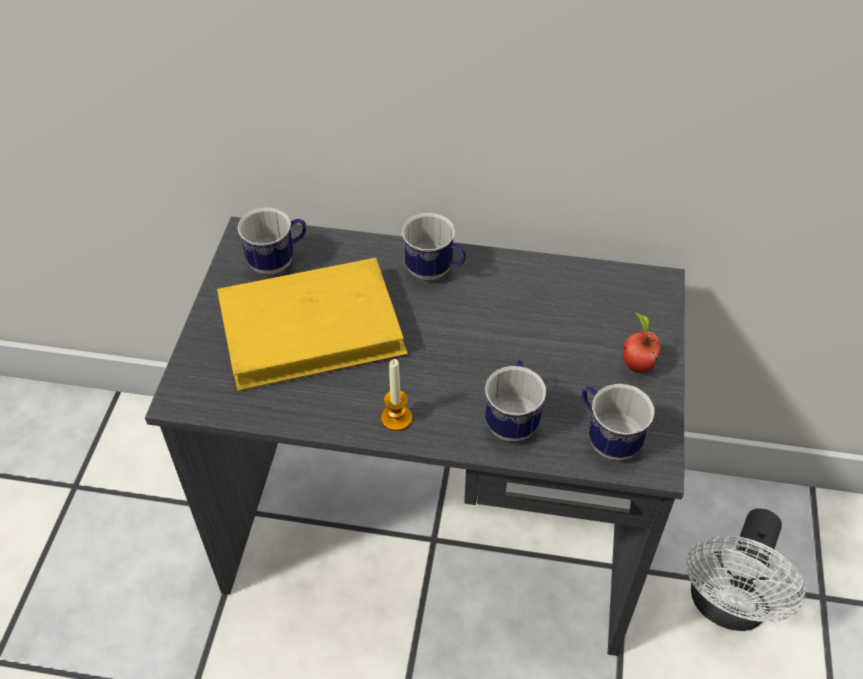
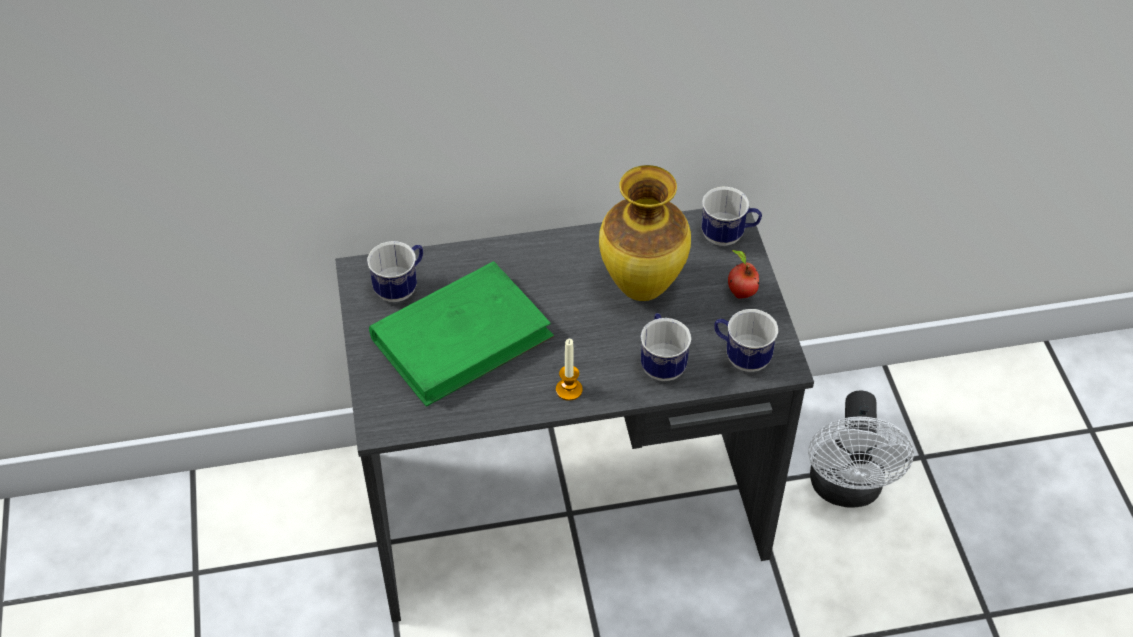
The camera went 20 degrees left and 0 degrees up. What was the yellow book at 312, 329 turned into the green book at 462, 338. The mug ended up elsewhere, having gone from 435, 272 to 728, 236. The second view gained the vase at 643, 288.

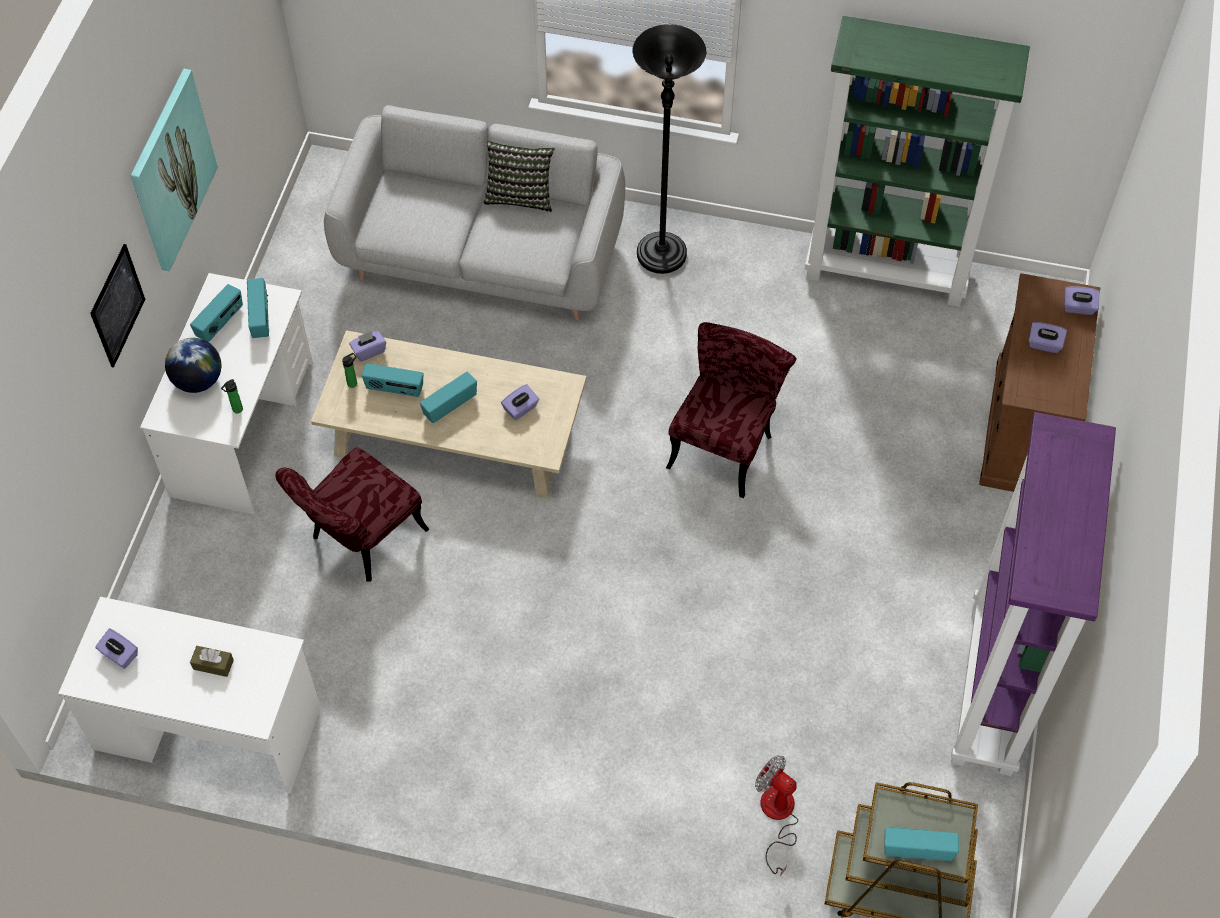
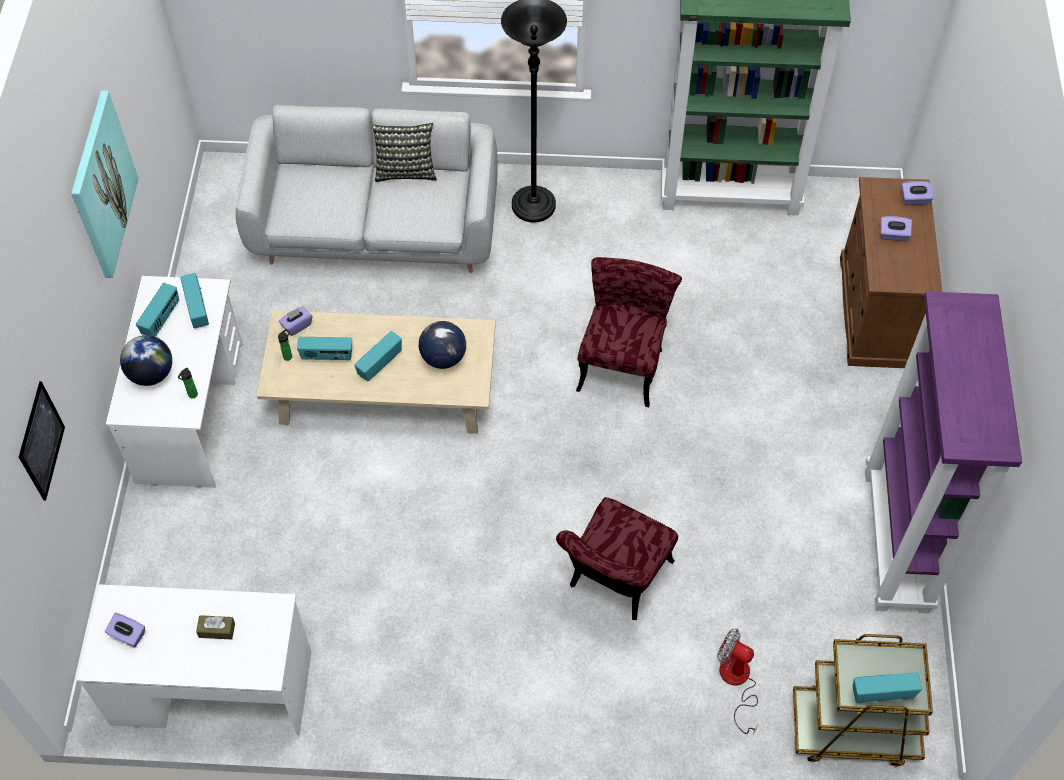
The camera went 10 degrees left and 0 degrees up. The picture ended up elsewhere, having gone from 117, 306 to 41, 441. The red chair ended up elsewhere, having gone from 360, 541 to 615, 582. Where the purple tissue box stood at 521, 409, the globe came to stand at 443, 357.

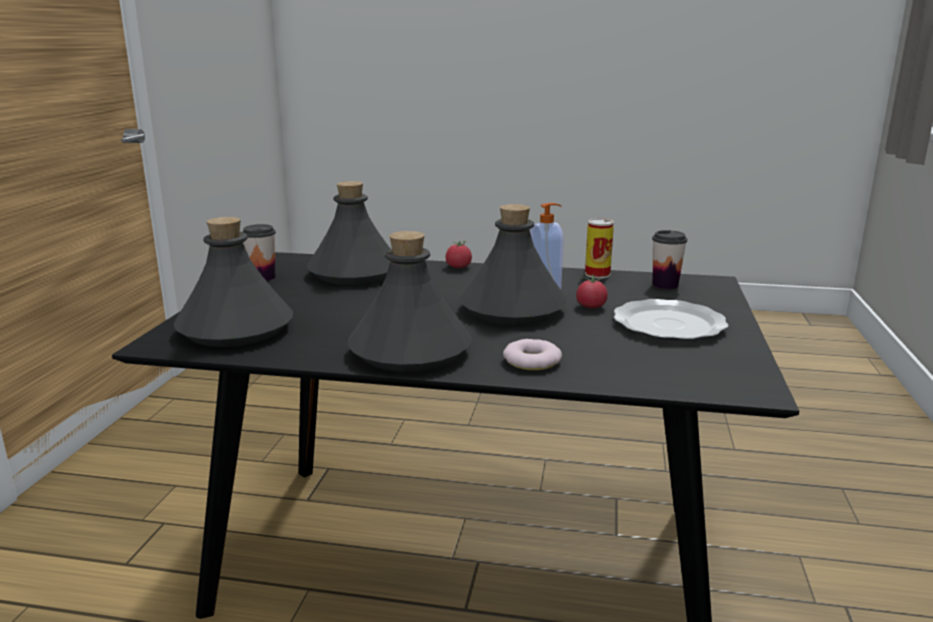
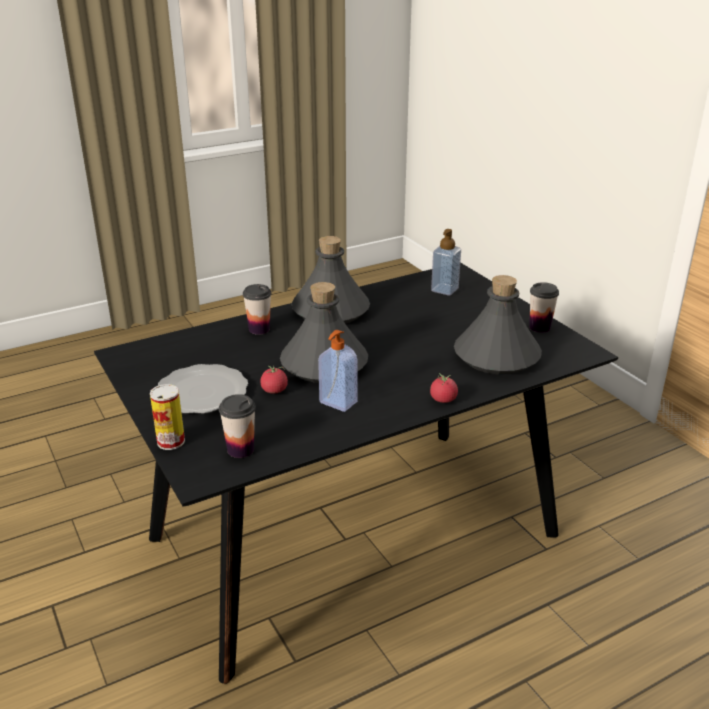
The camera went 140 degrees right and 10 degrees up. Where the grey bottle stood at 235, 329, the soap dispenser came to stand at 444, 290. Where the donut stood at 531, 361, the cup came to stand at 259, 329. The can ended up elsewhere, having gone from 597, 274 to 171, 441.

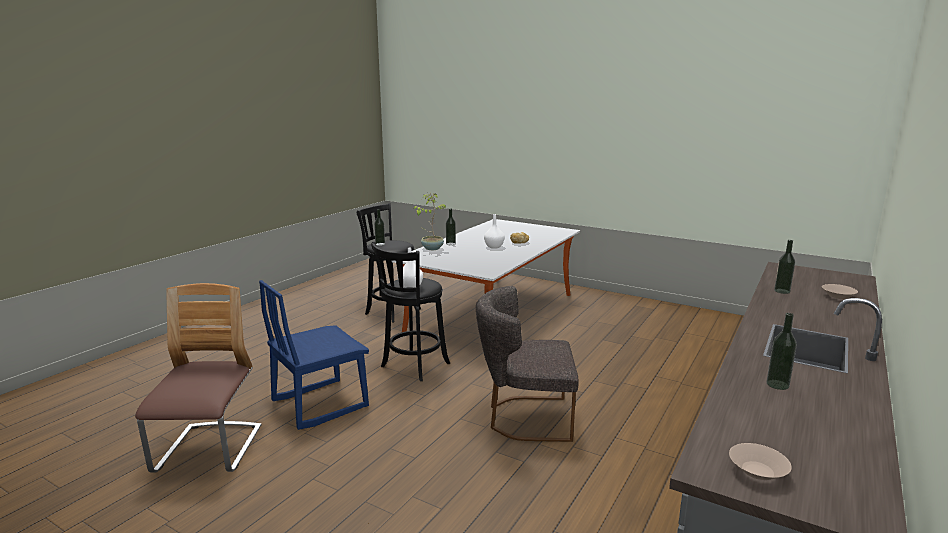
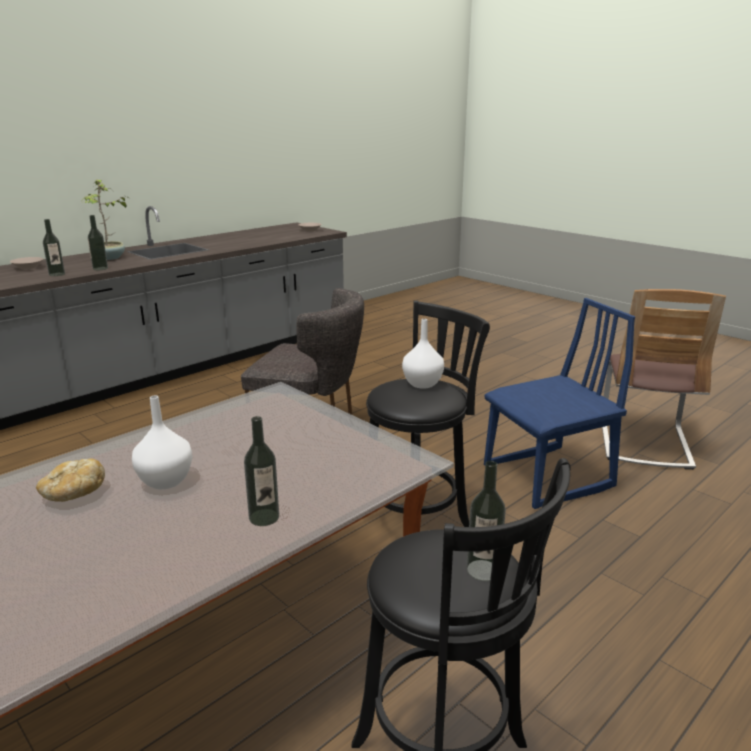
The camera went 165 degrees left and 5 degrees up. The potted plant ended up elsewhere, having gone from 432, 248 to 110, 258. The bottle ended up elsewhere, having gone from 777, 384 to 100, 268.

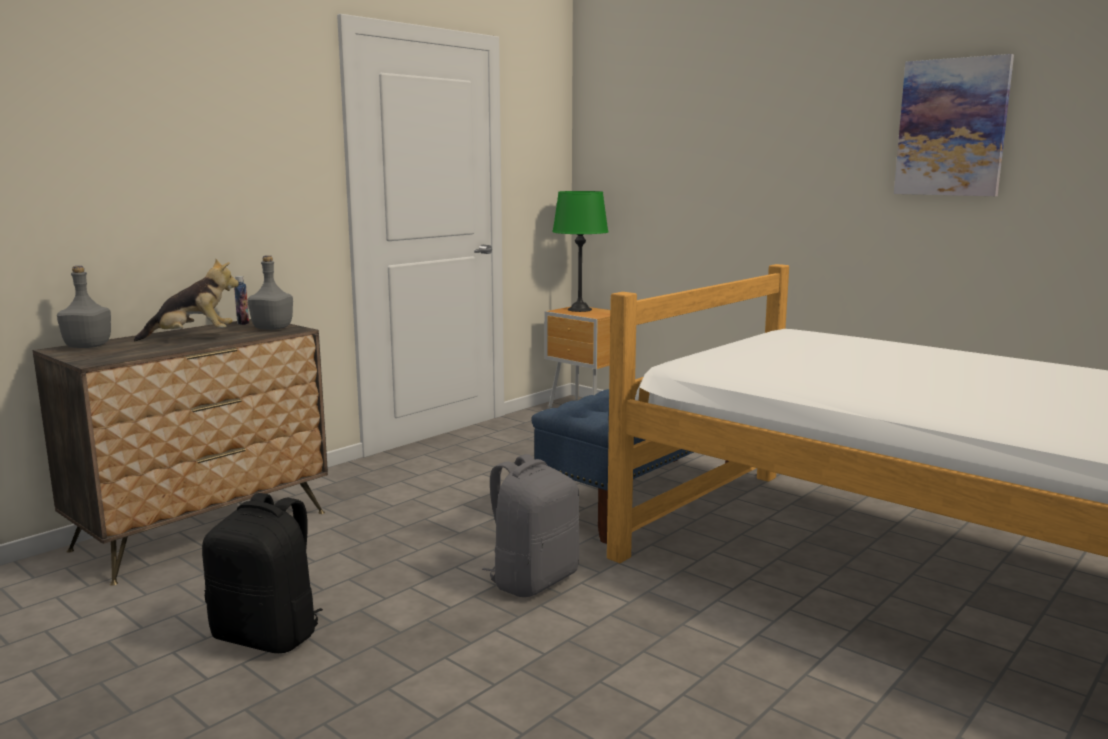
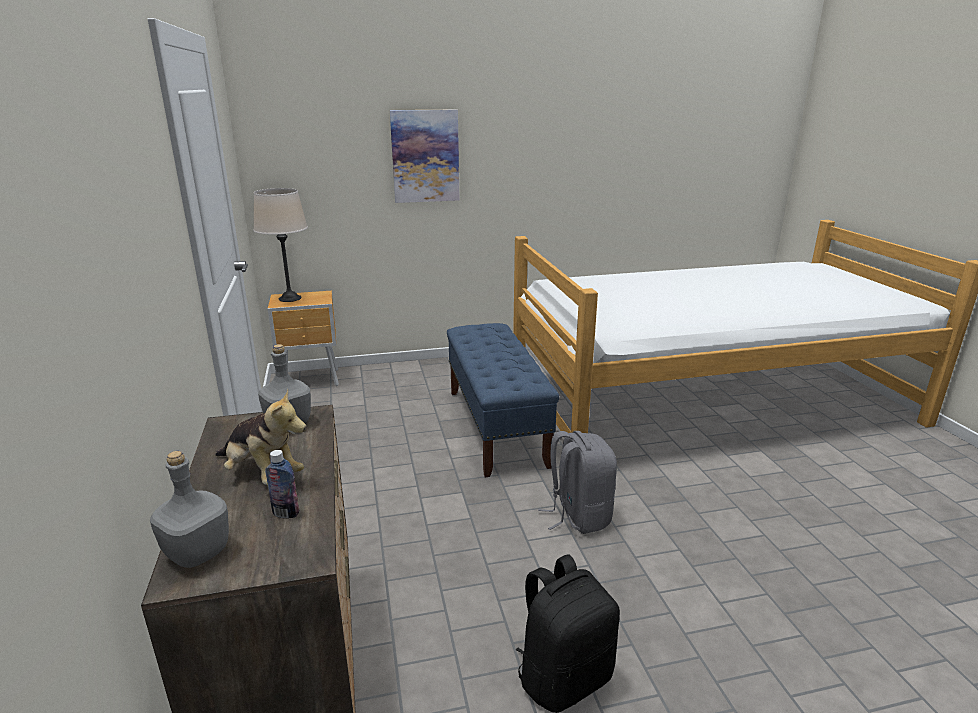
The camera went 55 degrees left and 10 degrees up. The plush toy at 192, 337 ended up facing another way, 105 degrees clockwise from before. The bottle ended up elsewhere, having gone from 243, 323 to 286, 513. What was the green table lamp at 580, 309 turned into the beige table lamp at 290, 298. The picture ended up elsewhere, having gone from 952, 127 to 425, 156.

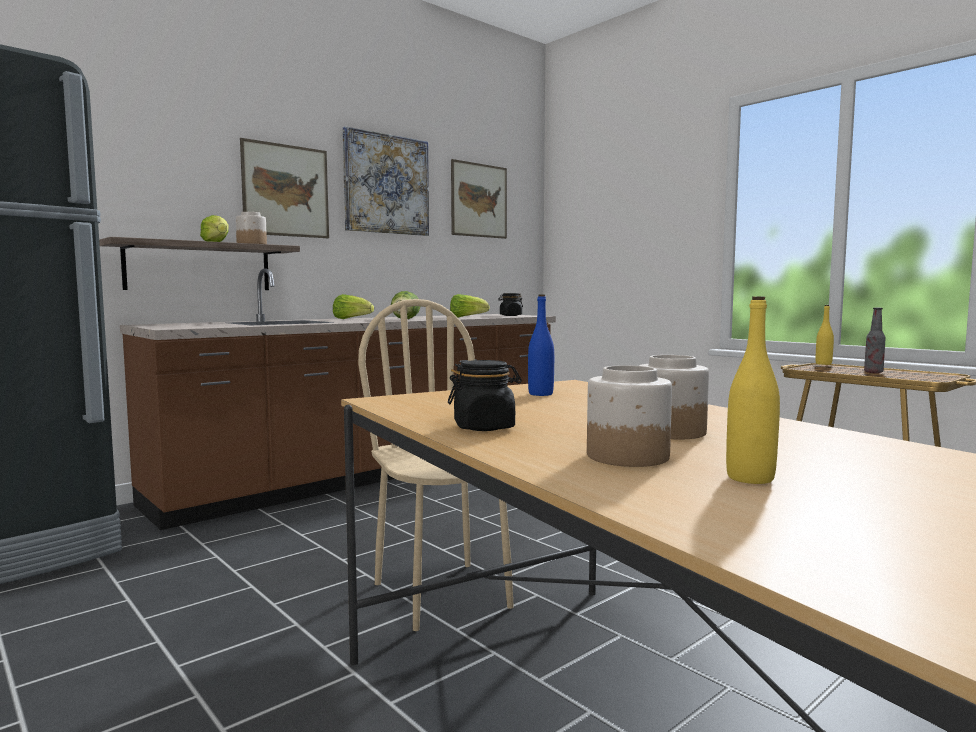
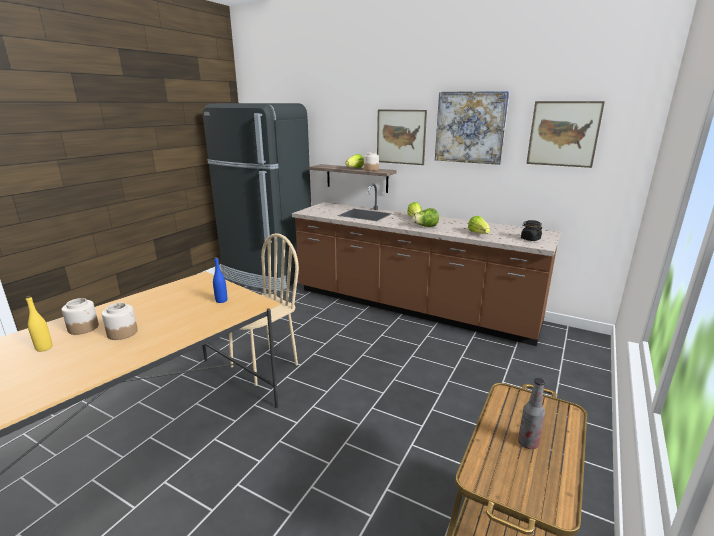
The camera went 70 degrees right and 15 degrees up. The second view lost the black jar at 484, 427. The second view lost the yellow bottle at 823, 364.

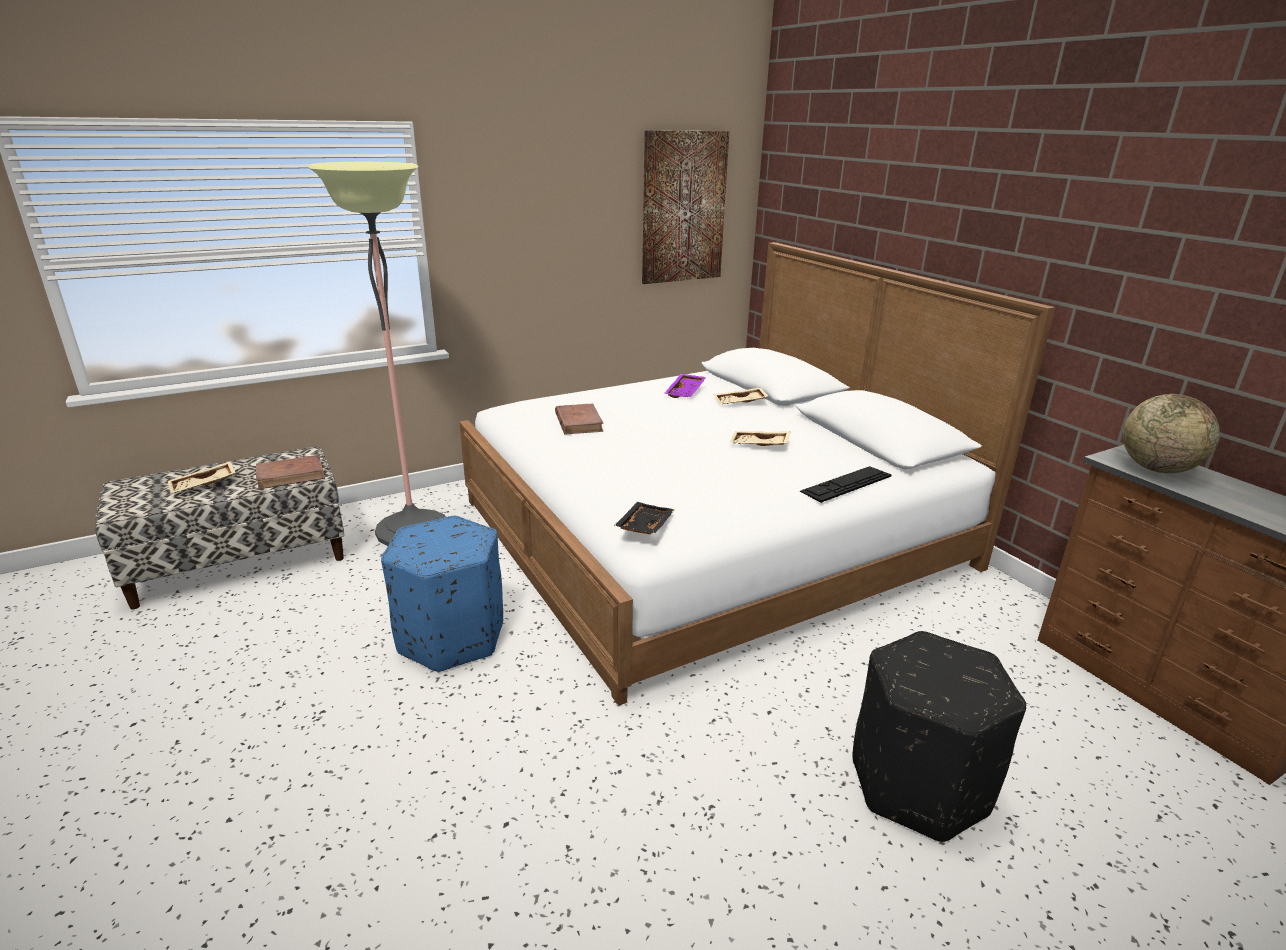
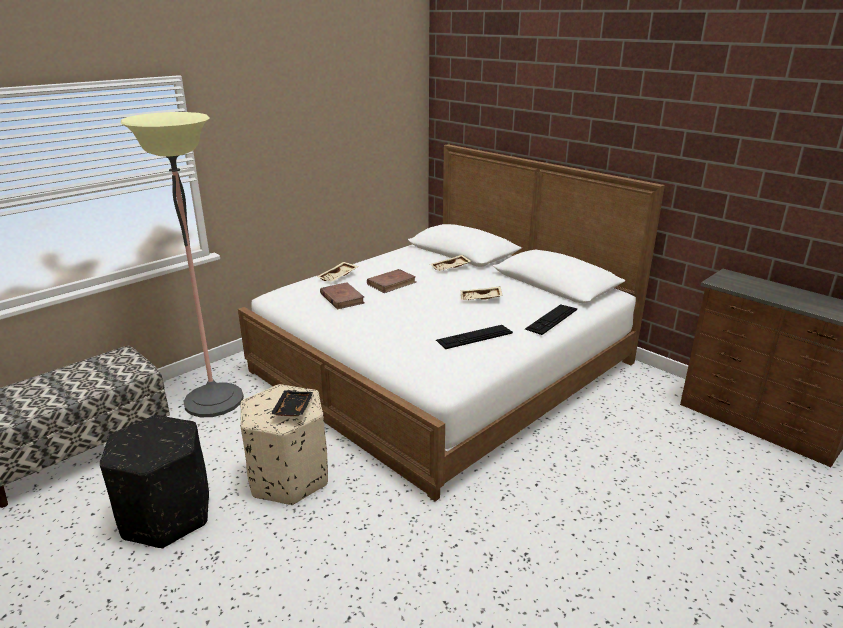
The camera went 15 degrees left and 0 degrees up. The beige tray ended up elsewhere, having gone from 204, 485 to 338, 277. The brown book ended up elsewhere, having gone from 291, 475 to 391, 283. What was the blue ottoman at 452, 638 turned into the beige ottoman at 289, 478. The black tray ended up elsewhere, having gone from 643, 526 to 292, 409. The second view lost the picture at 683, 208. The second view lost the purple tray at 686, 392. The black ottoman ended up elsewhere, having gone from 918, 785 to 167, 516. The second view lost the globe at 1157, 469. The second view gained the keyboard at 474, 336.

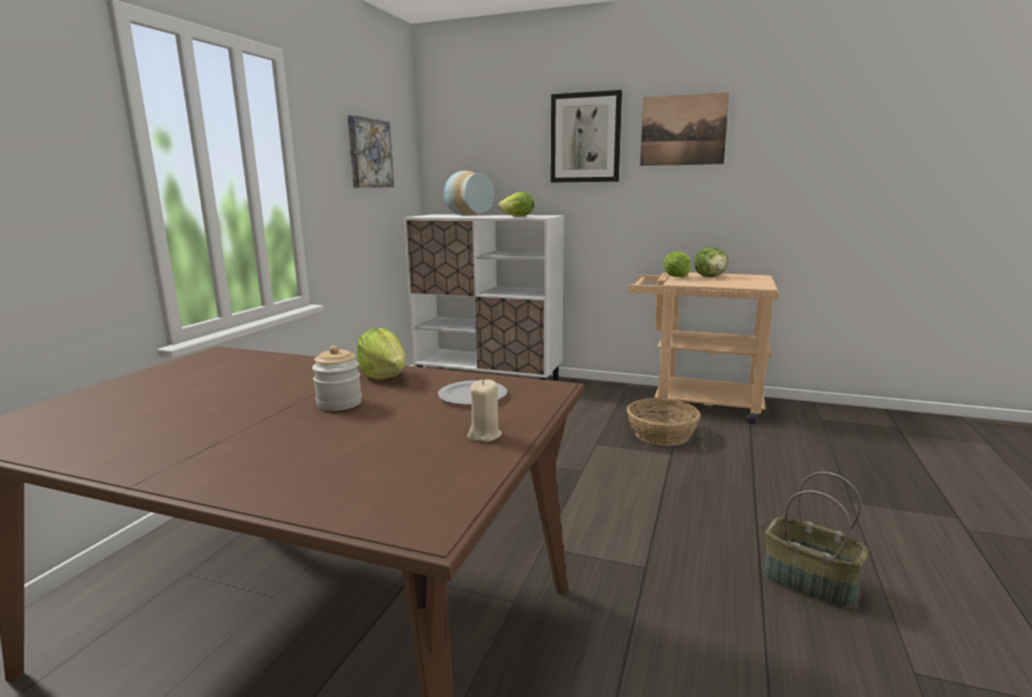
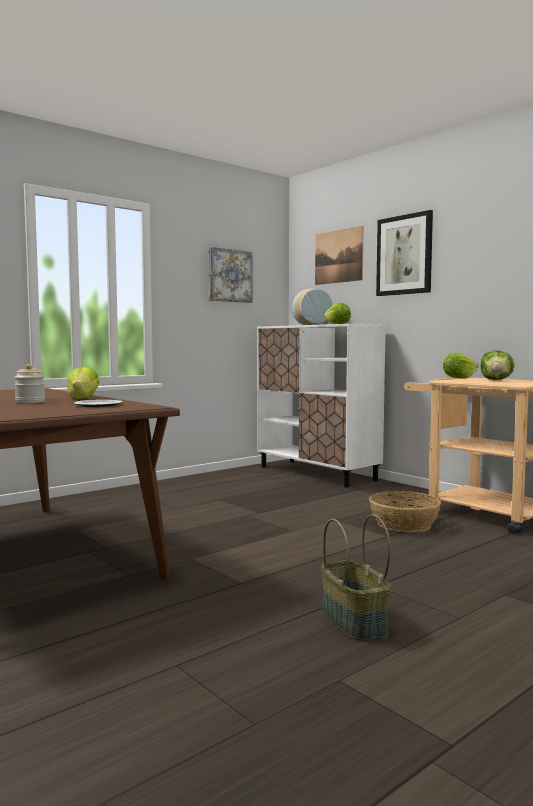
The camera went 30 degrees right and 10 degrees down. The second view lost the beige candle at 484, 435. The picture ended up elsewhere, having gone from 683, 130 to 338, 256.

